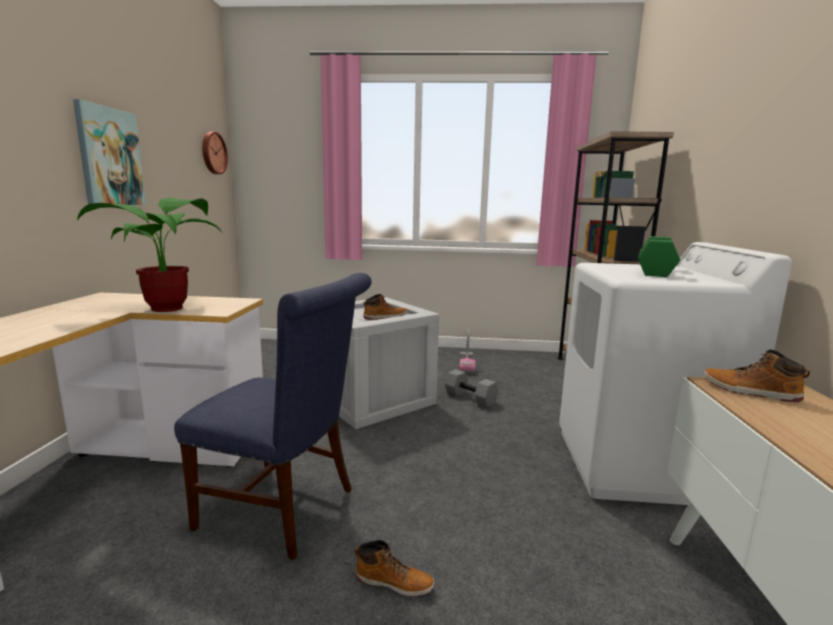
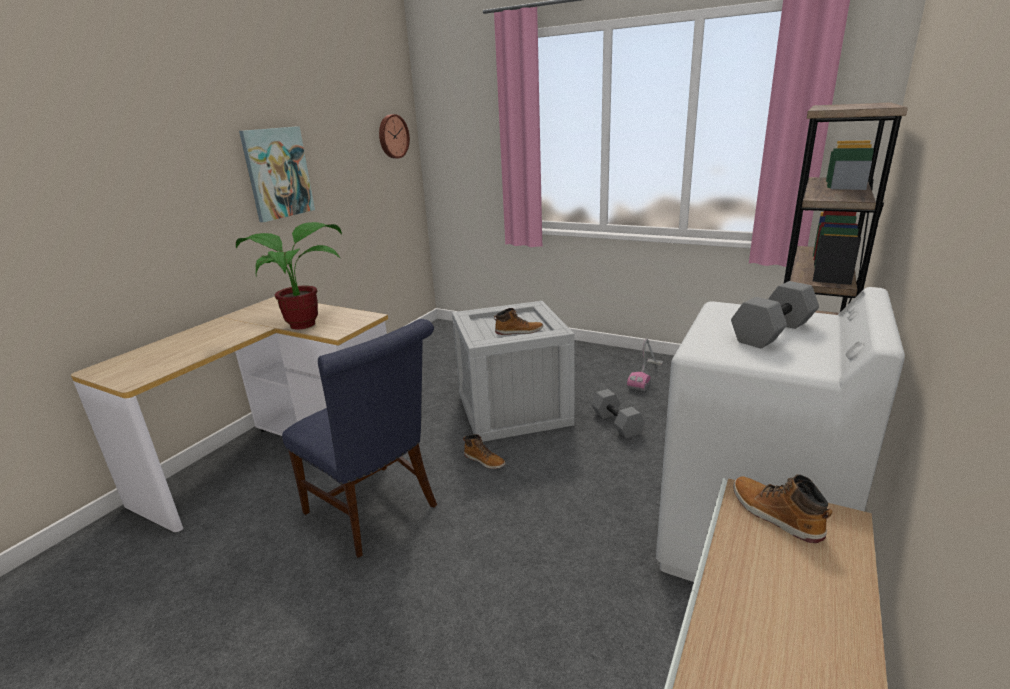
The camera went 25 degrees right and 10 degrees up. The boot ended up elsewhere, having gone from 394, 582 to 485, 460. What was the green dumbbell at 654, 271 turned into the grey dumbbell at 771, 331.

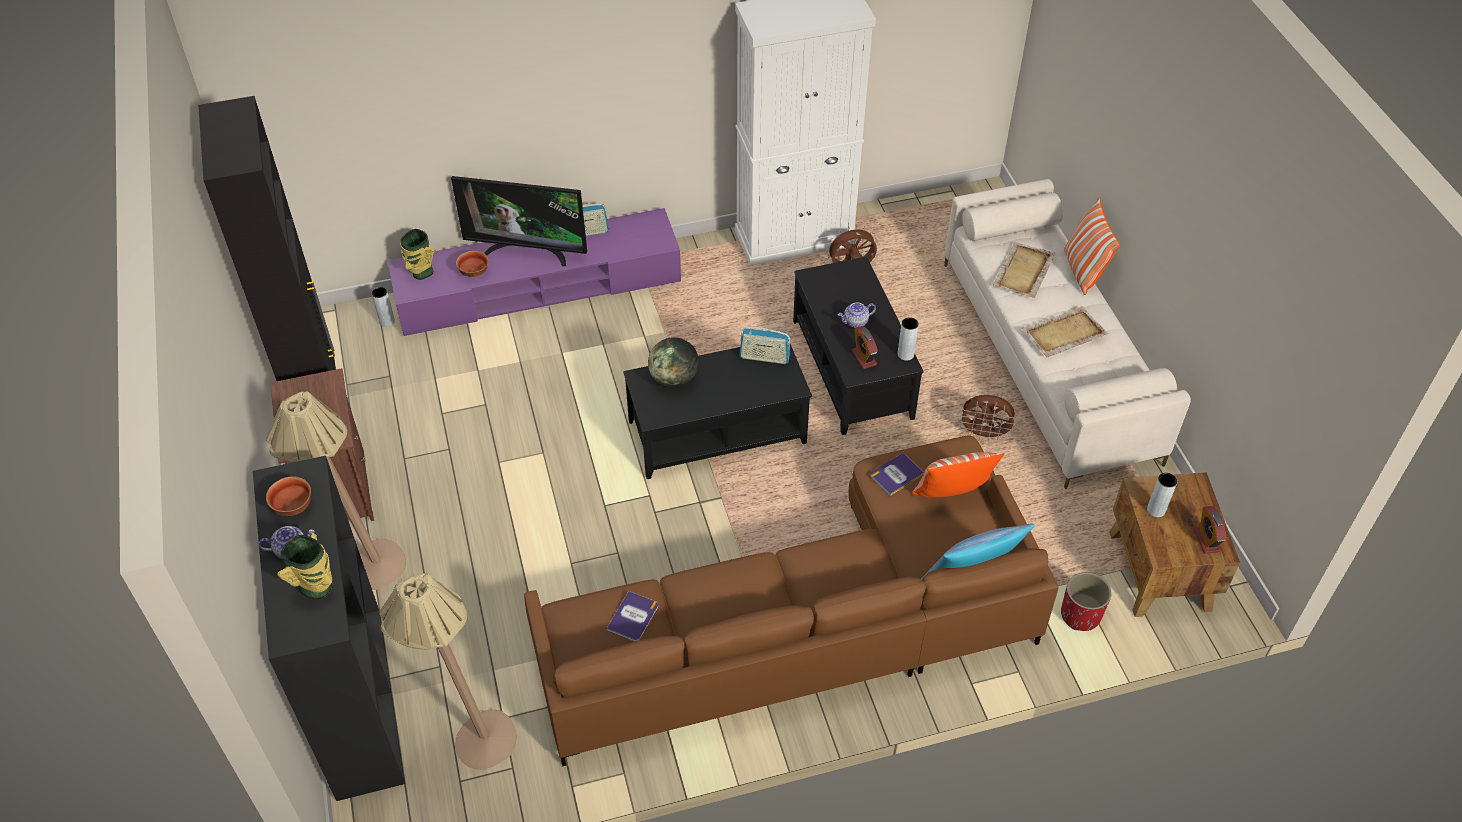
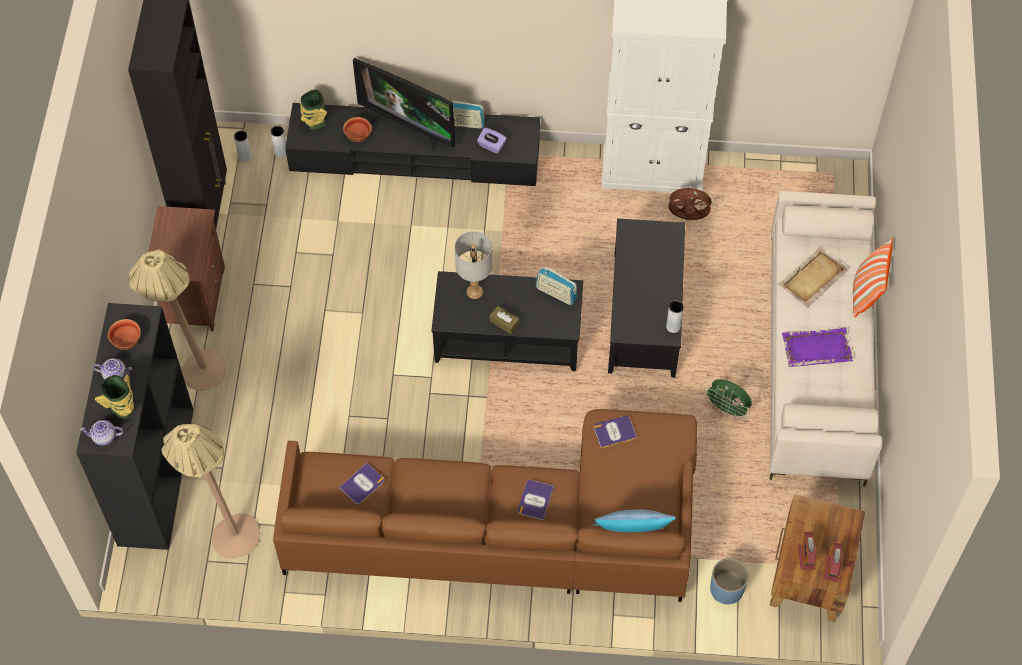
The camera went 20 degrees right and 10 degrees up. What was the purple tv stand at 539, 288 turned into the black tv stand at 415, 157. Where the globe stood at 674, 379, the grey table lamp came to stand at 475, 291. The teapot ended up elsewhere, having gone from 855, 322 to 104, 437. The alarm clock ended up elsewhere, having gone from 864, 358 to 806, 557. The second view lost the pillow at 952, 495. What was the brown fan at 984, 434 turned into the green fan at 727, 409. What was the beige tray at 1063, 334 turned into the purple tray at 816, 348. What was the red planter at 1080, 615 turned into the blue planter at 726, 589. The grey vase ended up elsewhere, having gone from 1156, 510 to 245, 157. The second view gained the purple tissue box at 491, 146. The second view gained the brown tissue box at 504, 323. The second view gained the book at 535, 500.

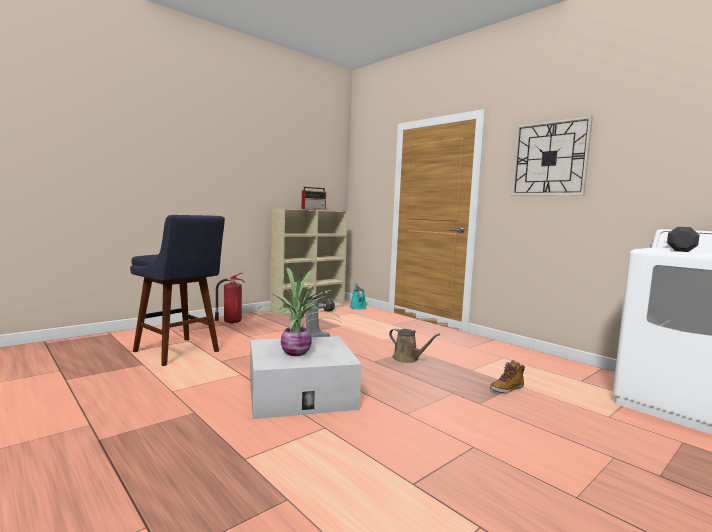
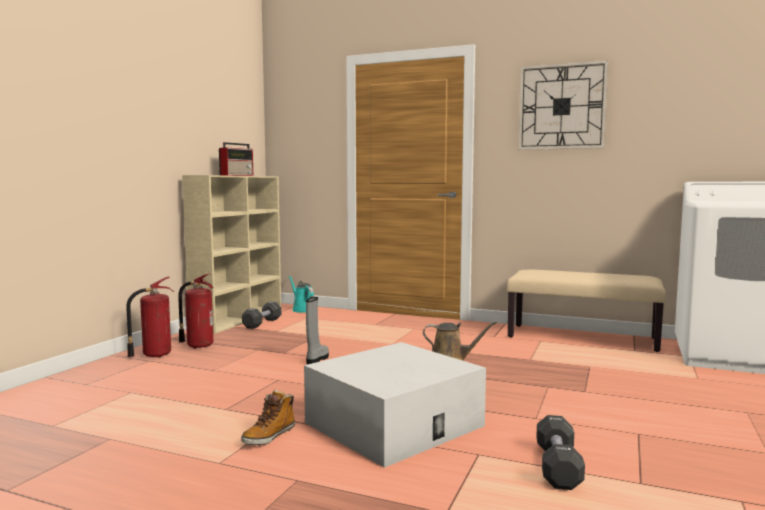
The camera went 25 degrees left and 0 degrees up. The second view lost the blue stool at 179, 352. The second view lost the potted plant at 297, 352. The boot ended up elsewhere, having gone from 506, 389 to 269, 436. The black dumbbell ended up elsewhere, having gone from 680, 250 to 558, 467. The second view gained the fire extinguisher at 198, 346. The second view gained the beige bench at 582, 337.

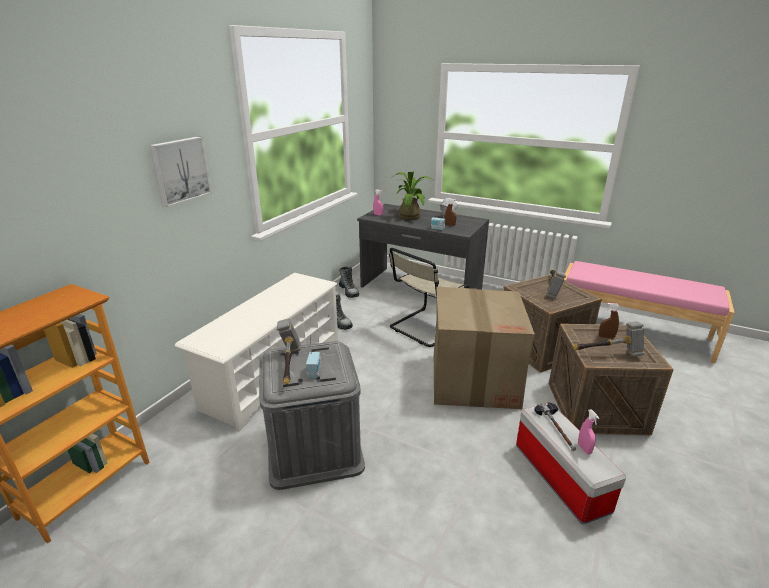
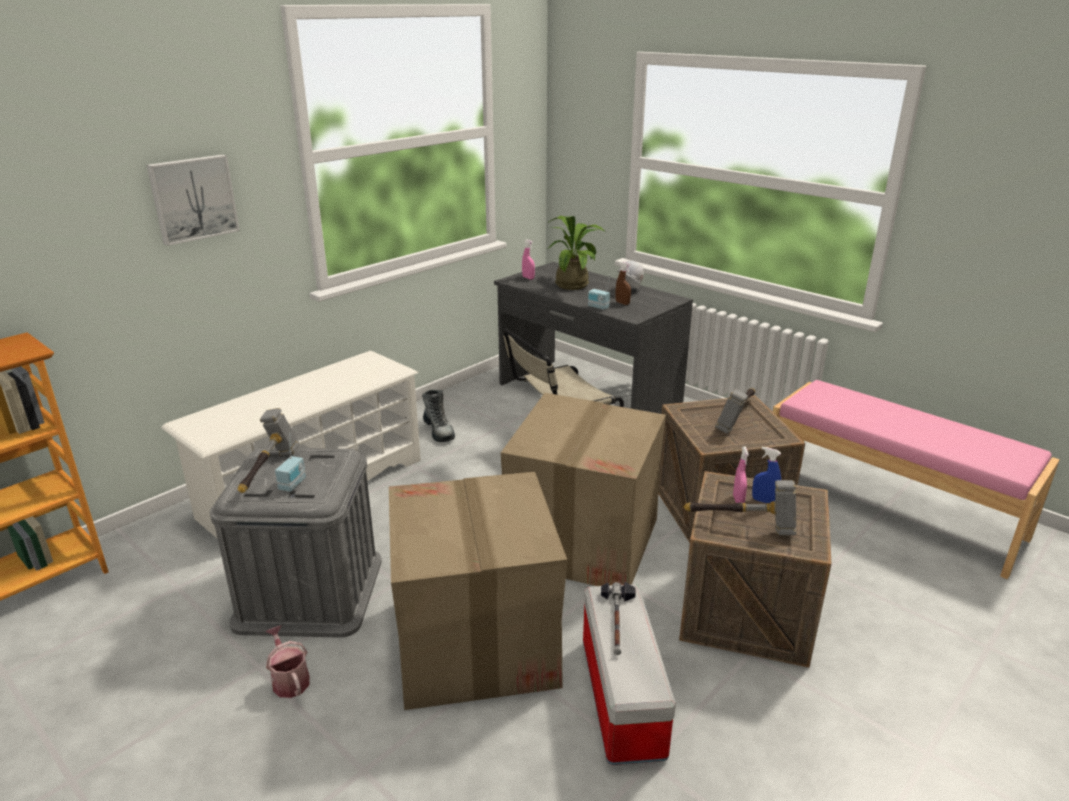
The camera went 15 degrees right and 0 degrees up. The second view lost the boot at 349, 291. The pink spray bottle ended up elsewhere, having gone from 584, 449 to 738, 501. What was the brown spray bottle at 606, 337 turned into the blue spray bottle at 764, 501. The second view gained the watering can at 289, 679. The second view gained the cardboard box at 476, 643.

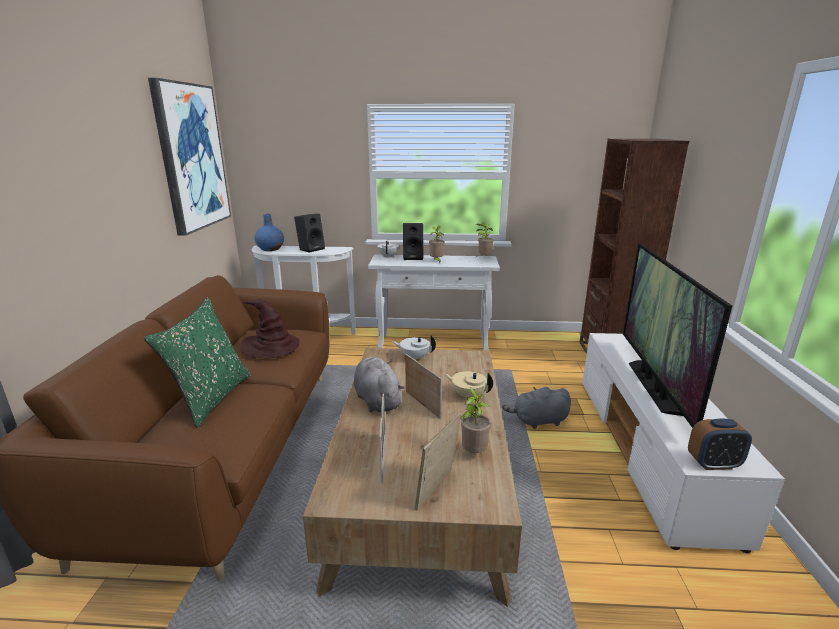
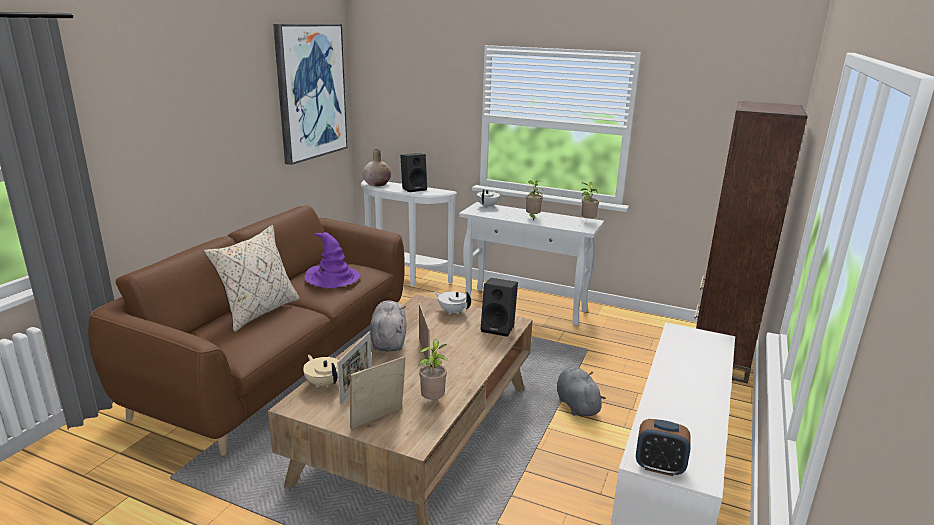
The camera went 20 degrees right and 0 degrees up. What was the green pillow at 211, 398 turned into the beige pillow at 258, 312. What was the brown hat at 271, 347 turned into the purple hat at 332, 278. What was the blue vase at 270, 249 turned into the beige vase at 377, 184. The black speaker ended up elsewhere, having gone from 413, 257 to 499, 328. The beige teapot ended up elsewhere, having gone from 468, 395 to 324, 383. The grey plush toy at 538, 421 ended up facing another way, 60 degrees clockwise from before. The second view lost the television at 654, 386.

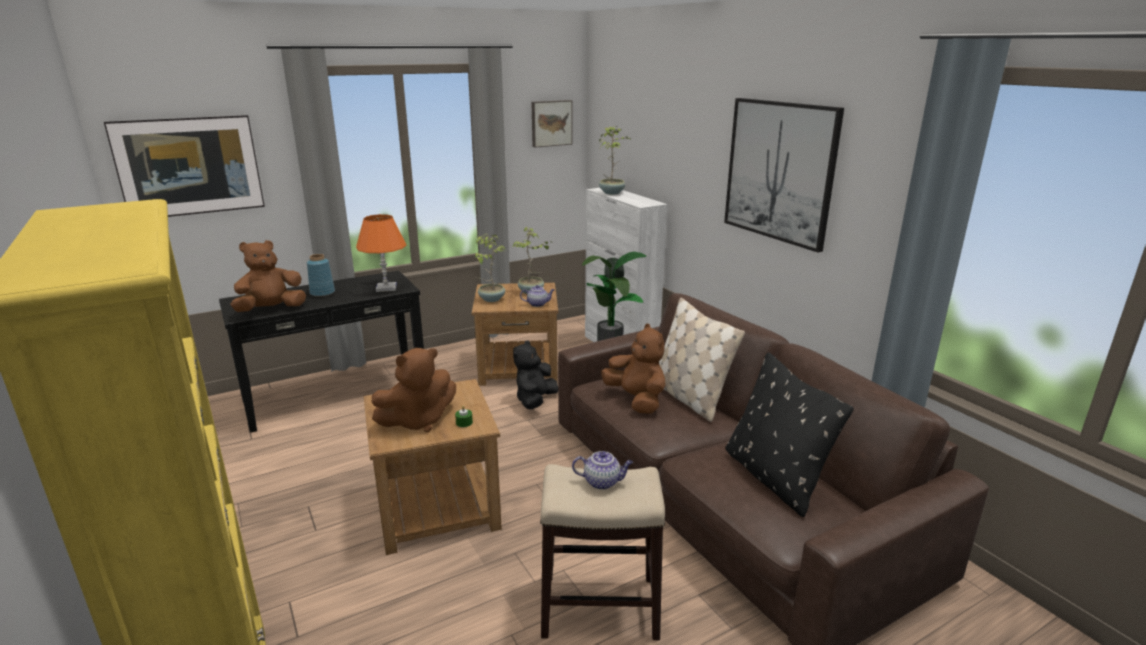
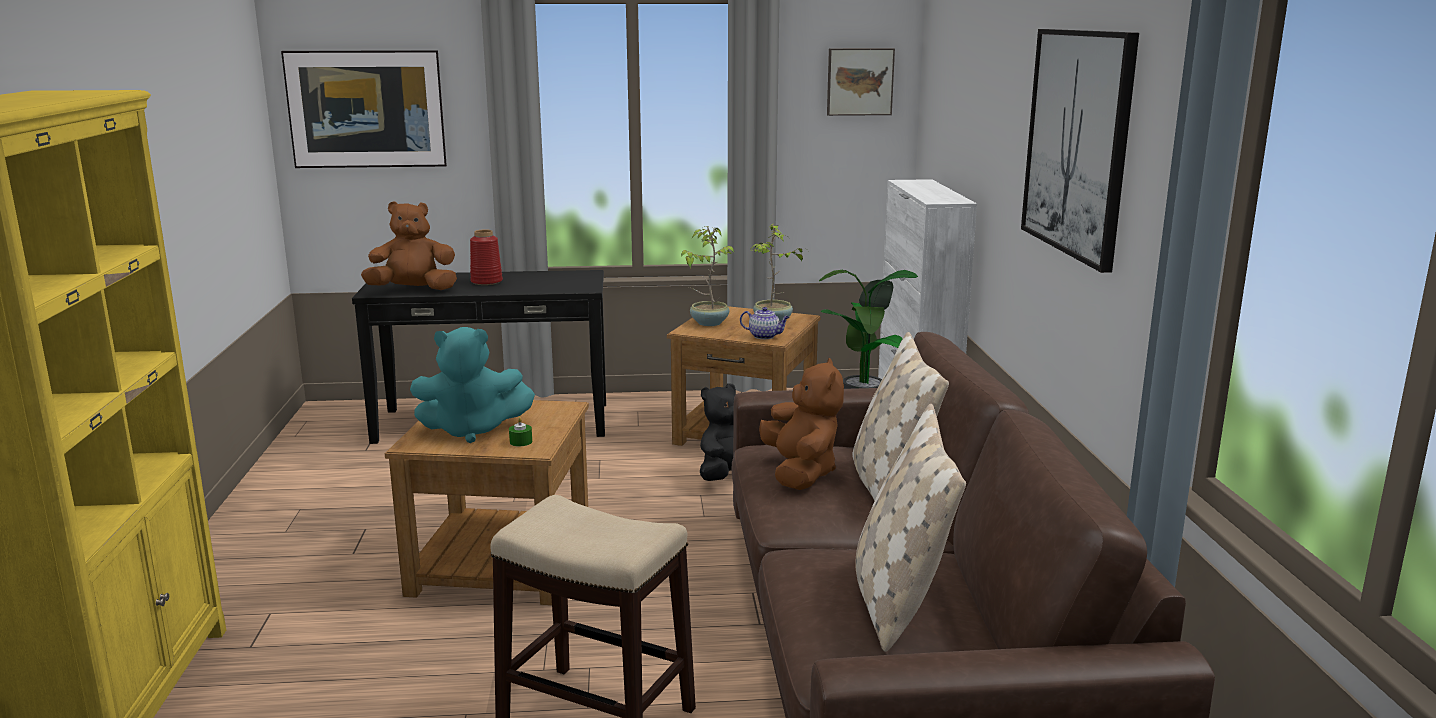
The camera went 25 degrees right and 5 degrees down. What was the blue vase at 322, 293 turned into the red vase at 486, 281. The second view lost the orange table lamp at 386, 288. What was the brown plush toy at 418, 421 turned into the turquoise plush toy at 472, 430. The second view lost the teapot at 602, 482. The second view lost the potted plant at 612, 193. What was the black pillow at 774, 478 turned into the beige pillow at 898, 599.

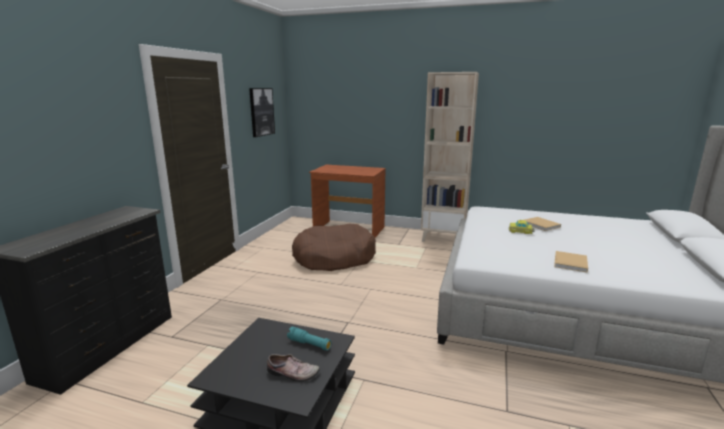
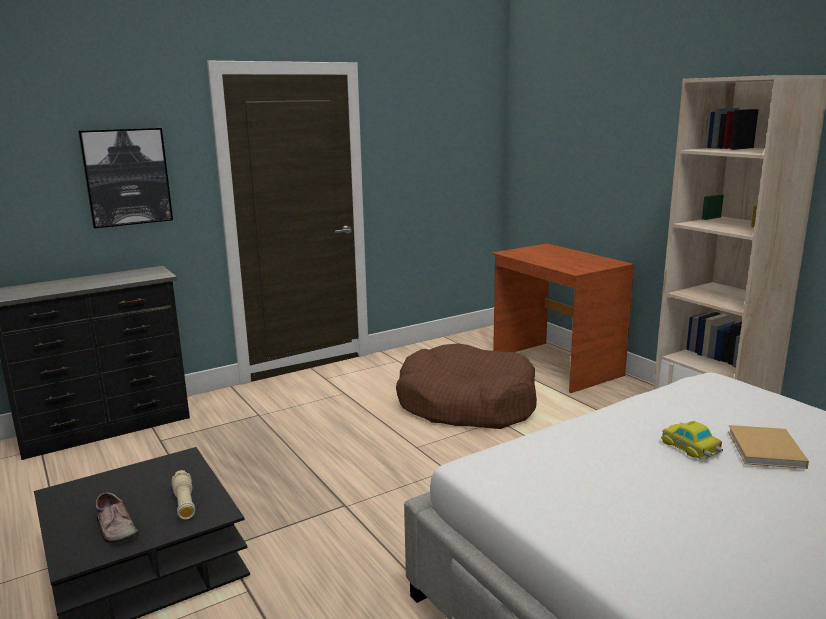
The camera went 40 degrees right and 0 degrees up. The picture ended up elsewhere, having gone from 261, 112 to 127, 177. What was the turquoise flashlight at 309, 344 turned into the beige flashlight at 184, 503. The second view lost the beige book at 570, 263.

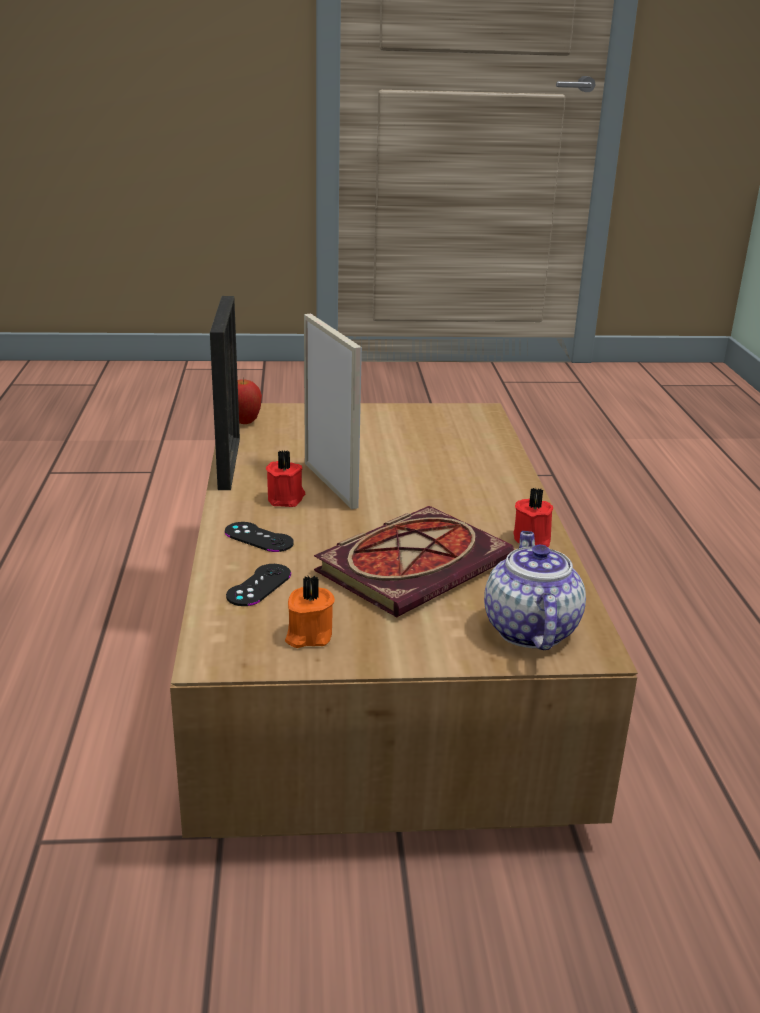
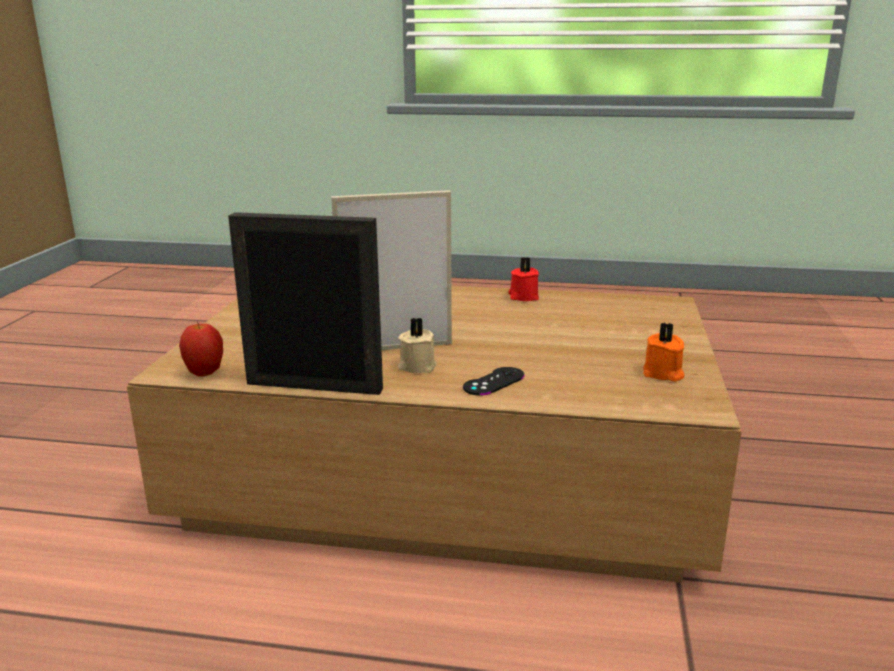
The camera went 75 degrees left and 5 degrees down. The second view lost the black game controller at 259, 585. What was the red candle at 287, 498 turned into the beige candle at 417, 366. The second view lost the book at 414, 563. The second view lost the teapot at 529, 629.

